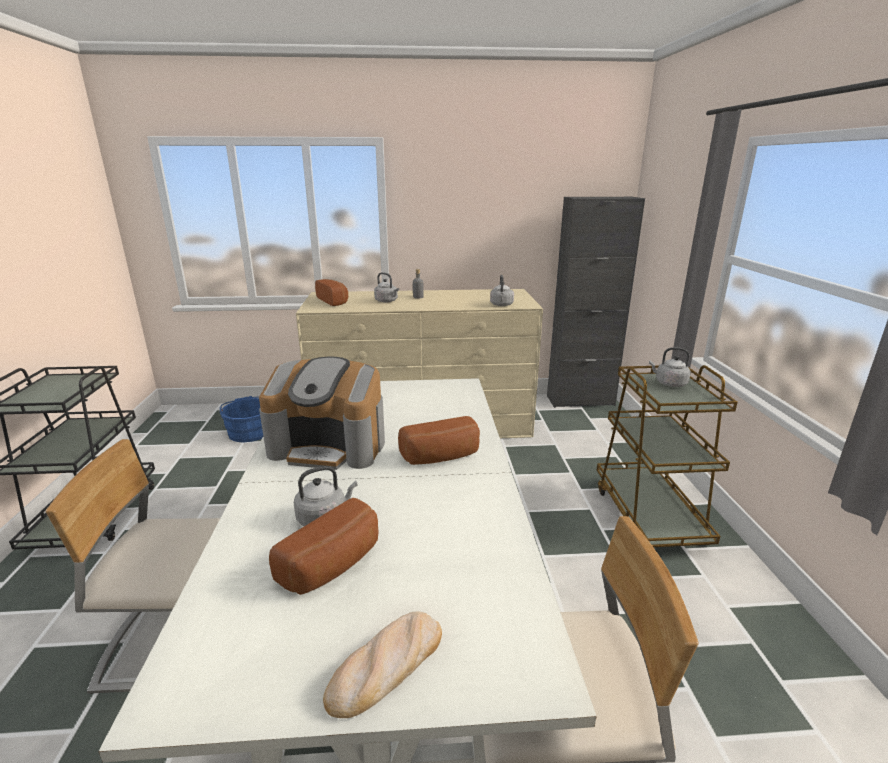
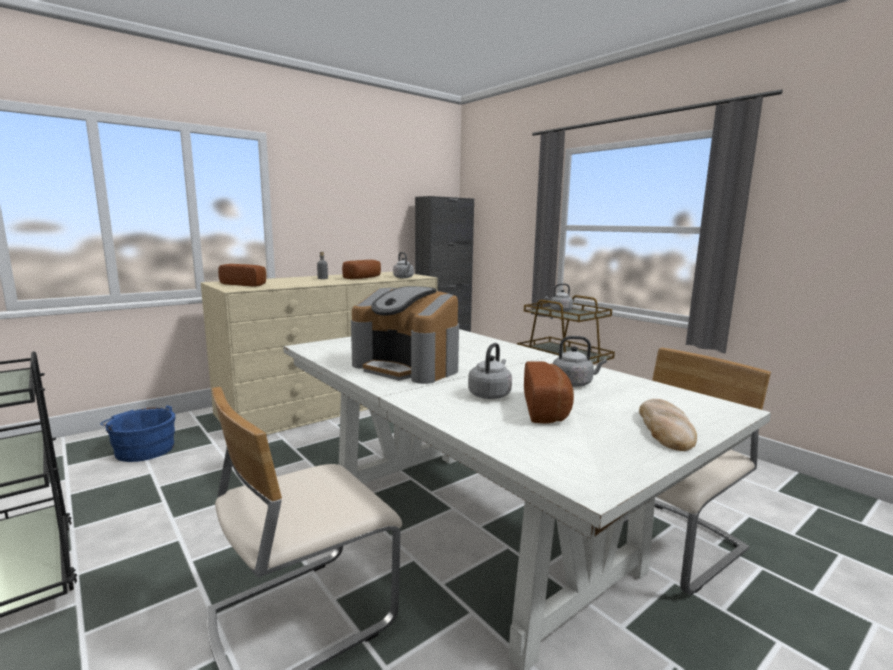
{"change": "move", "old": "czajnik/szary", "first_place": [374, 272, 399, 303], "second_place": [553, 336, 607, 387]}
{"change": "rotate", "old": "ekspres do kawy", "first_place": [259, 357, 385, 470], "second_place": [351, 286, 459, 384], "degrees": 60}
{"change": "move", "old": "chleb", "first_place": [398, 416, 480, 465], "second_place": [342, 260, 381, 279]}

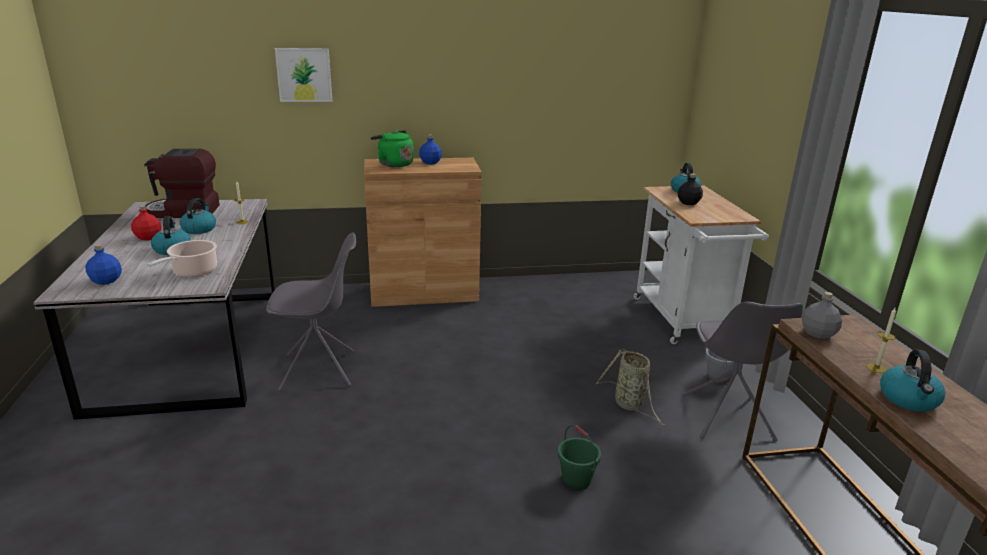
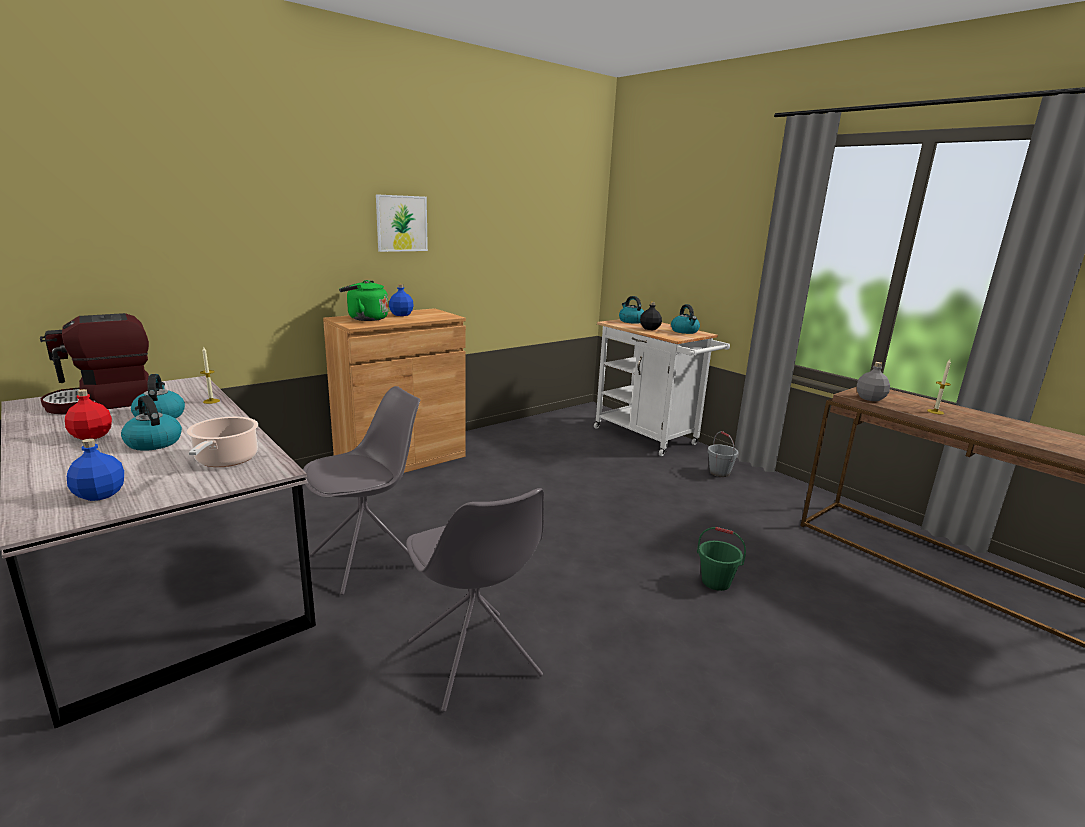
{"change": "move", "old": "obraz", "first_place": [275, 48, 332, 102], "second_place": [376, 194, 428, 252]}
{"change": "move", "old": "krzesło/szary", "first_place": [682, 301, 803, 441], "second_place": [406, 488, 544, 712]}
{"change": "delete", "old": "koszyk", "first_place": [595, 349, 664, 425]}
{"change": "move", "old": "czajnik", "first_place": [880, 349, 945, 412], "second_place": [671, 304, 700, 334]}

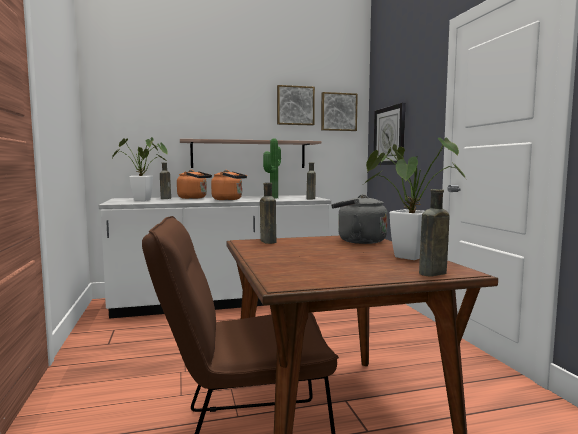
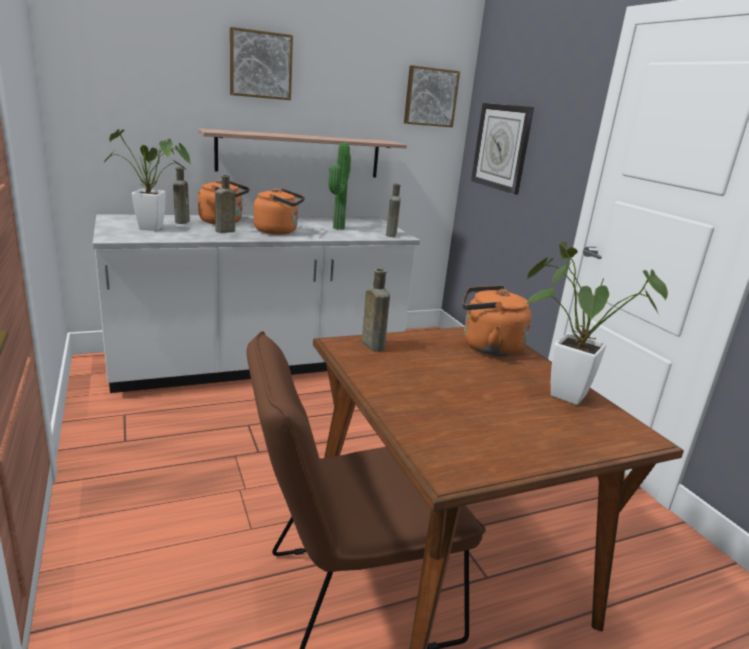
{"change": "move", "old": "obraz", "first_place": [277, 85, 315, 126], "second_place": [230, 27, 293, 100]}
{"change": "move", "old": "butelka/brązowy", "first_place": [419, 189, 449, 277], "second_place": [215, 175, 236, 233]}
{"change": "recolor", "old": "czajnik/szary", "new": "czajnik/pomarańczowy", "first_place": [331, 194, 388, 244], "second_place": [463, 285, 532, 356]}

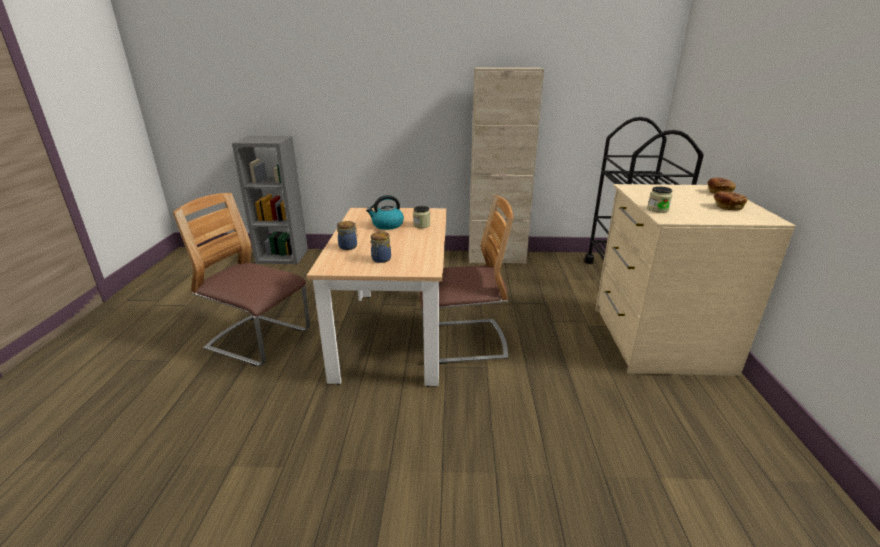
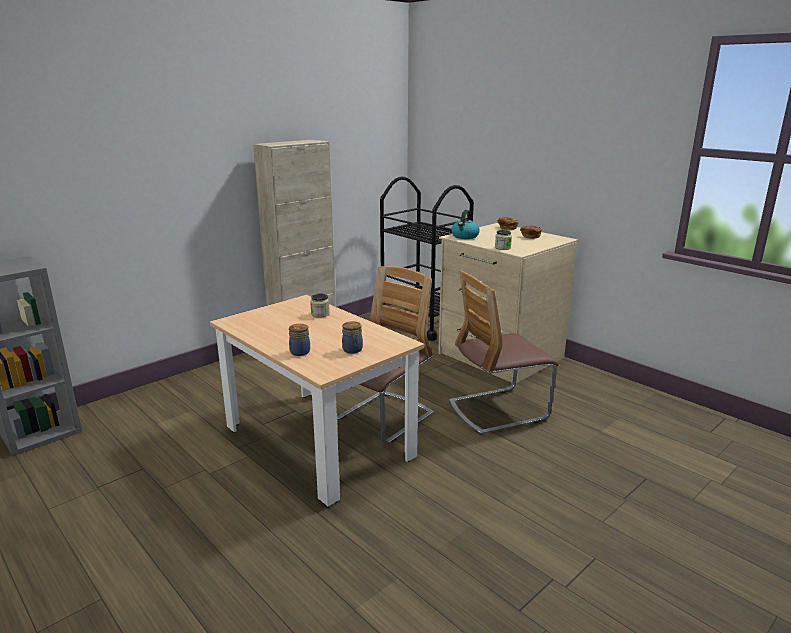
{"change": "move", "old": "krzesło", "first_place": [173, 193, 310, 366], "second_place": [449, 270, 559, 435]}
{"change": "move", "old": "czajnik", "first_place": [366, 195, 404, 230], "second_place": [451, 210, 480, 239]}

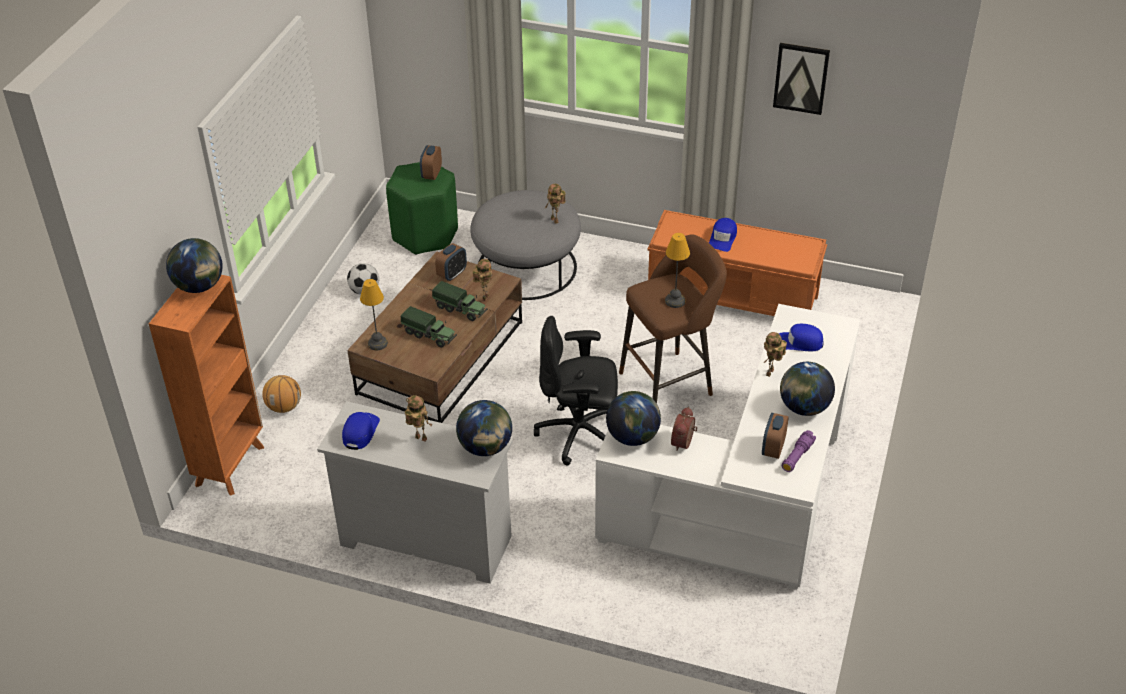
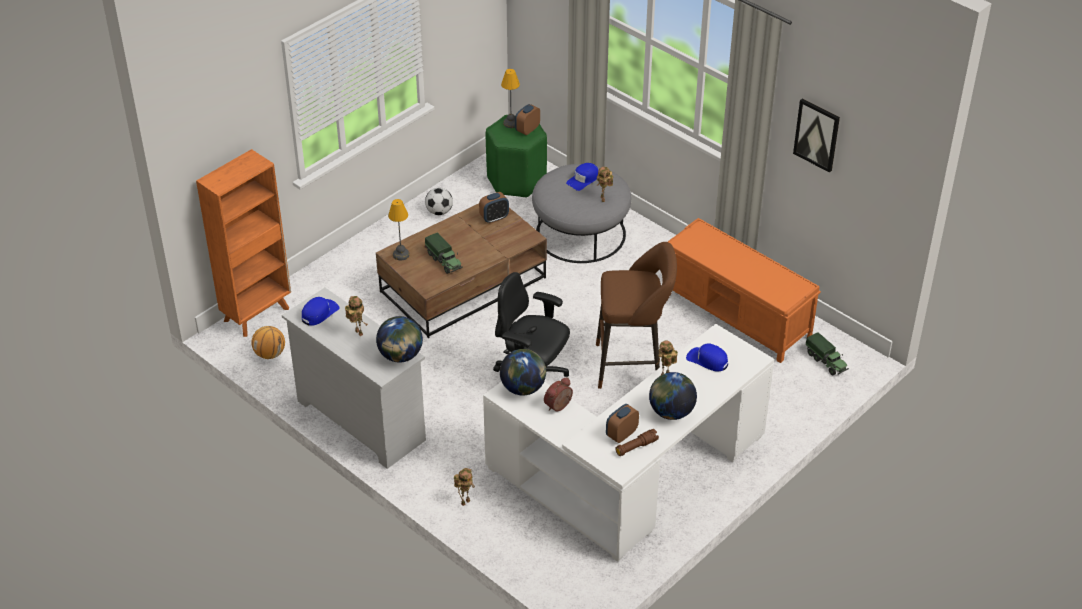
{"change": "move", "old": "czapka z daszkiem/niebieski", "first_place": [709, 218, 737, 252], "second_place": [566, 163, 598, 191]}
{"change": "move", "old": "lampa stołowa", "first_place": [665, 233, 690, 308], "second_place": [501, 69, 520, 128]}
{"change": "delete", "old": "globus", "first_place": [166, 238, 223, 293]}
{"change": "move", "old": "robot zabawkowy", "first_place": [472, 259, 492, 302], "second_place": [454, 468, 475, 506]}
{"change": "move", "old": "ciężarówka zabawkowa", "first_place": [432, 281, 488, 321], "second_place": [806, 332, 849, 375]}
{"change": "move", "old": "piłka do koszykówki", "first_place": [262, 375, 301, 413], "second_place": [251, 326, 285, 359]}
{"change": "recolor", "old": "latarka/fioletowy", "new": "latarka/brązowy", "first_place": [781, 430, 816, 472], "second_place": [615, 429, 659, 456]}

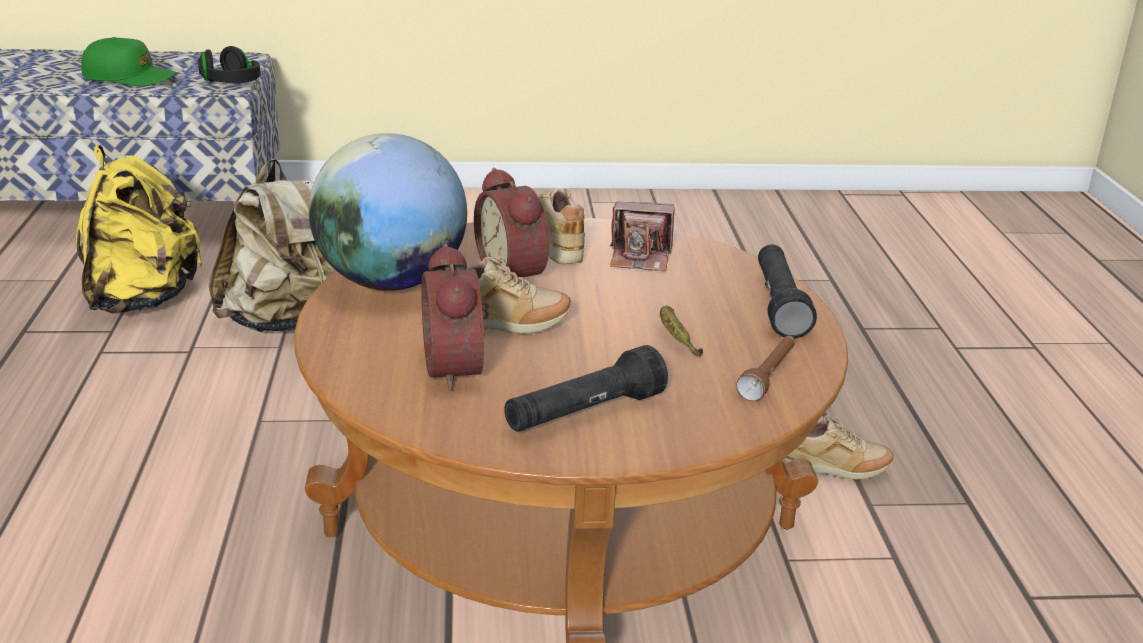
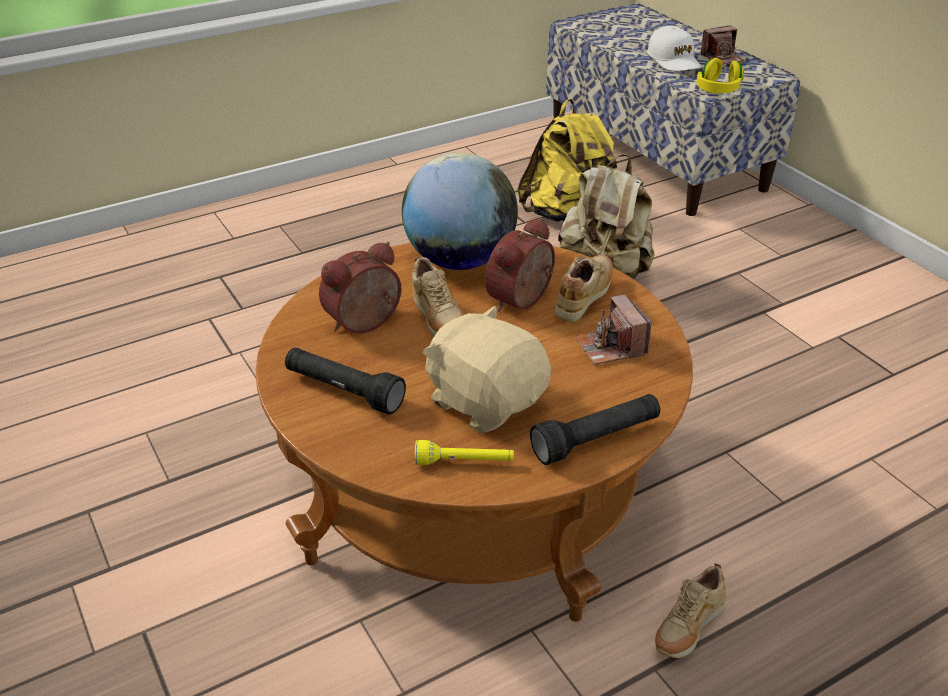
{"change": "recolor", "old": "czapka z daszkiem/zielony", "new": "czapka z daszkiem/biały", "first_place": [81, 37, 177, 86], "second_place": [647, 26, 701, 71]}
{"change": "recolor", "old": "słuchawki/czarny", "new": "słuchawki/żółty", "first_place": [198, 46, 261, 83], "second_place": [696, 58, 744, 94]}
{"change": "replace", "old": "banan", "new": "pluszak/beżowy", "first_place": [660, 306, 703, 357], "second_place": [422, 306, 551, 434]}
{"change": "recolor", "old": "latarka/brązowy", "new": "latarka/żółty", "first_place": [736, 335, 795, 401], "second_place": [415, 440, 514, 465]}
{"change": "rotate", "old": "but/beżowy", "first_place": [782, 415, 894, 480], "second_place": [655, 563, 726, 658], "degrees": 60}
{"change": "insert", "new": "aparat fotograficzny", "second_place": [701, 25, 744, 64]}

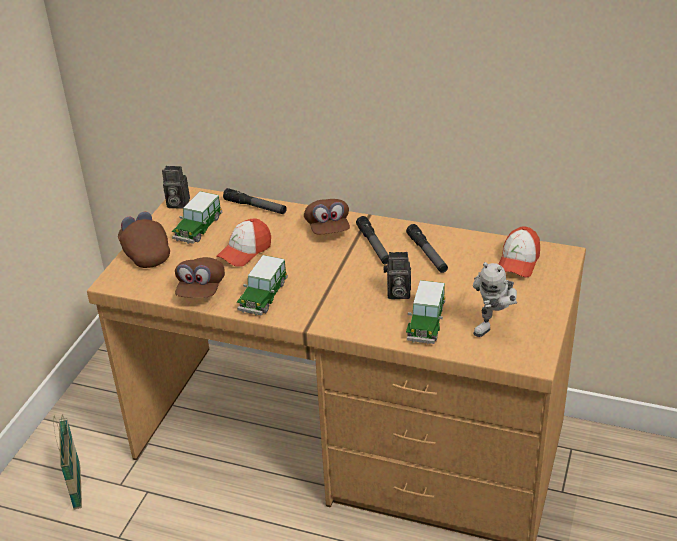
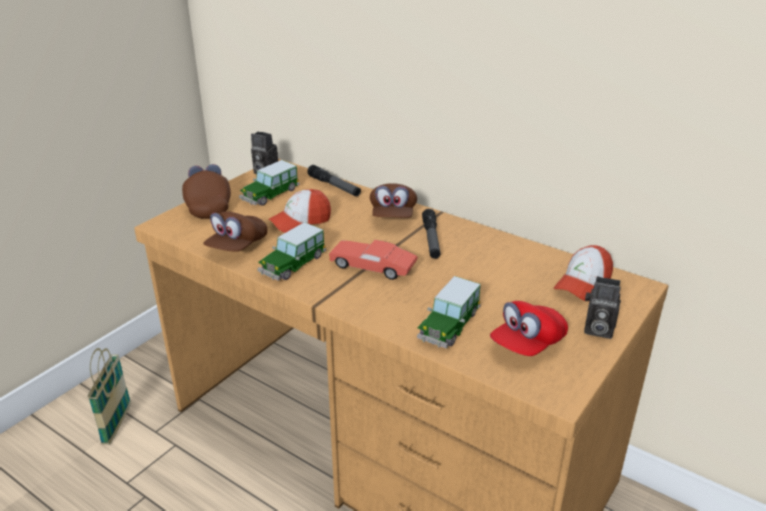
{"change": "delete", "old": "latarka", "first_place": [406, 224, 448, 273]}
{"change": "move", "old": "aparat fotograficzny", "first_place": [383, 252, 411, 299], "second_place": [584, 276, 621, 339]}
{"change": "replace", "old": "robot zabawkowy", "new": "czapka z daszkiem/czerwony", "first_place": [473, 262, 517, 337], "second_place": [490, 301, 568, 356]}
{"change": "insert", "new": "samochodzik/czerwony", "second_place": [329, 240, 418, 280]}

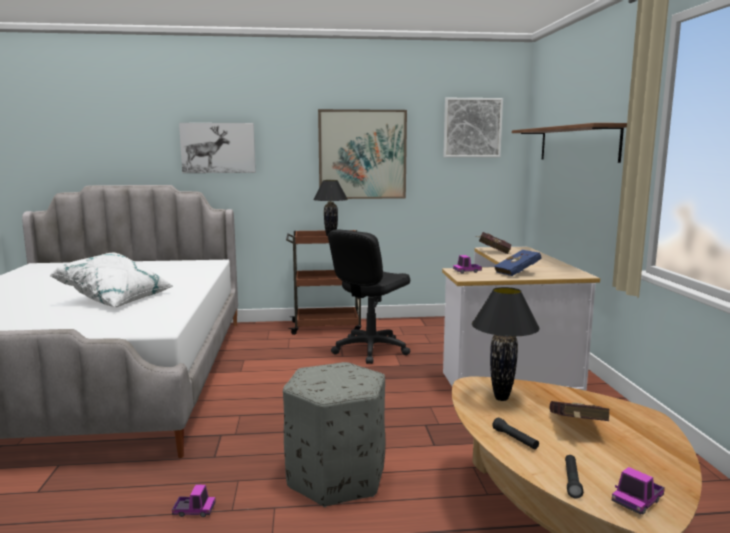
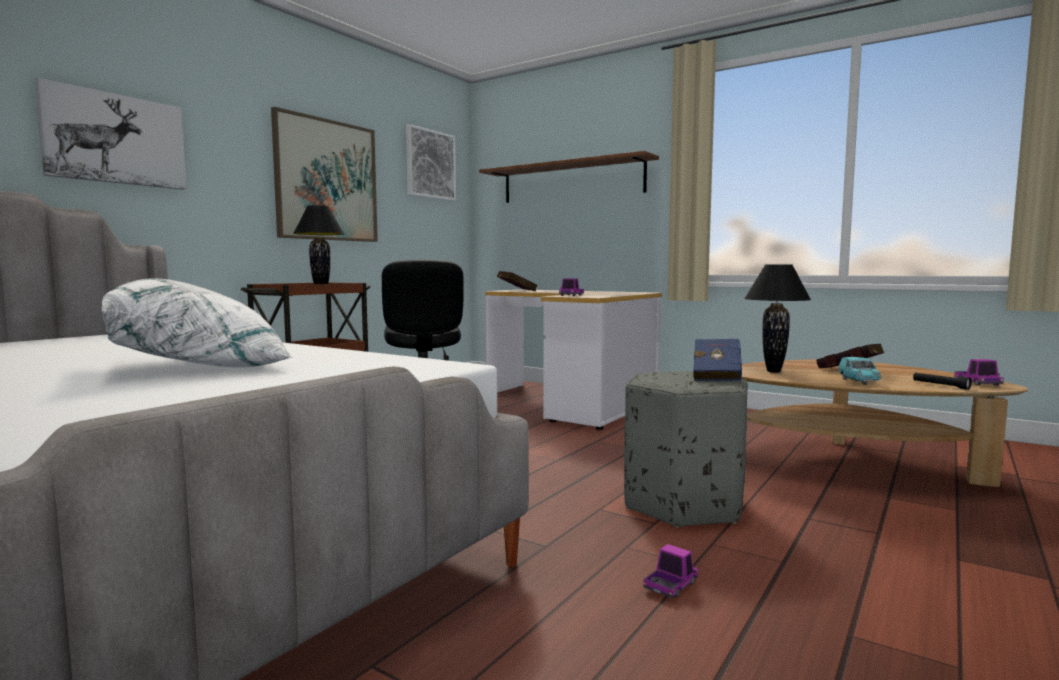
{"change": "move", "old": "książka/niebieski", "first_place": [494, 250, 542, 276], "second_place": [693, 339, 742, 381]}
{"change": "replace", "old": "latarka/czarny", "new": "samochodzik/turkusowy", "first_place": [493, 417, 539, 450], "second_place": [839, 357, 881, 385]}

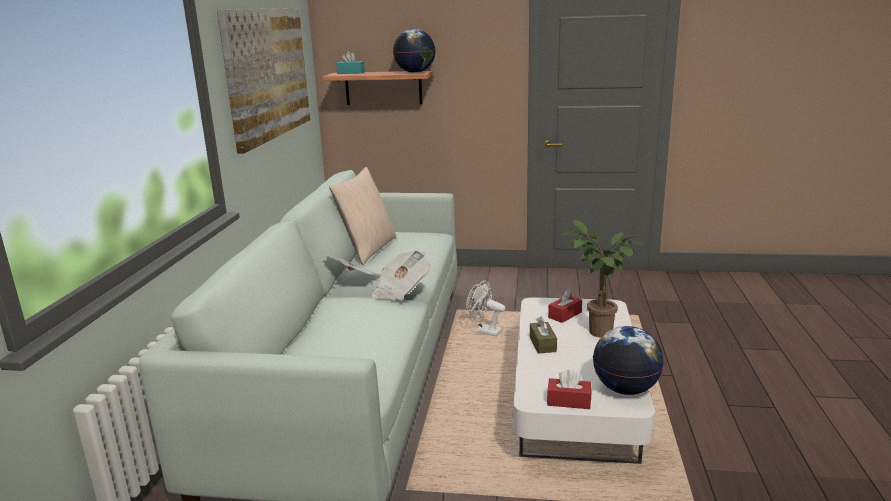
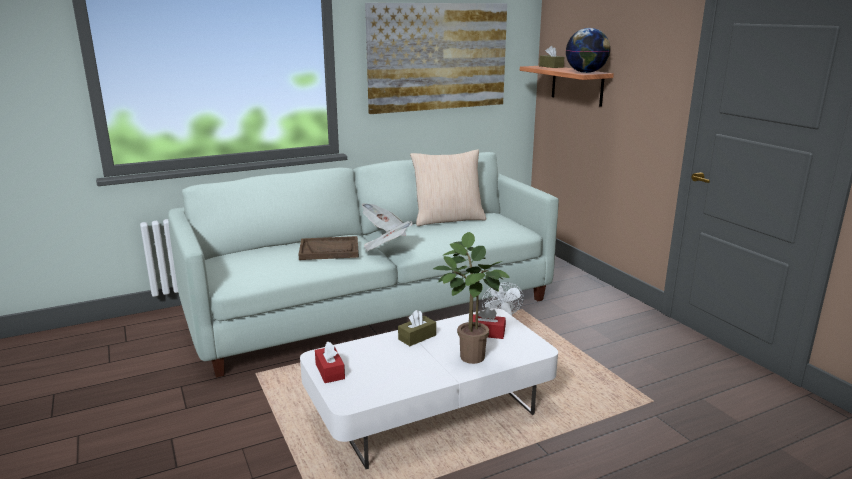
{"change": "recolor", "old": "pudełko chusteczek/turkusowy", "new": "pudełko chusteczek/brązowy", "first_place": [336, 51, 365, 74], "second_place": [539, 46, 564, 68]}
{"change": "delete", "old": "globus", "first_place": [593, 326, 664, 395]}
{"change": "insert", "new": "taca/brązowy", "second_place": [298, 236, 359, 260]}

